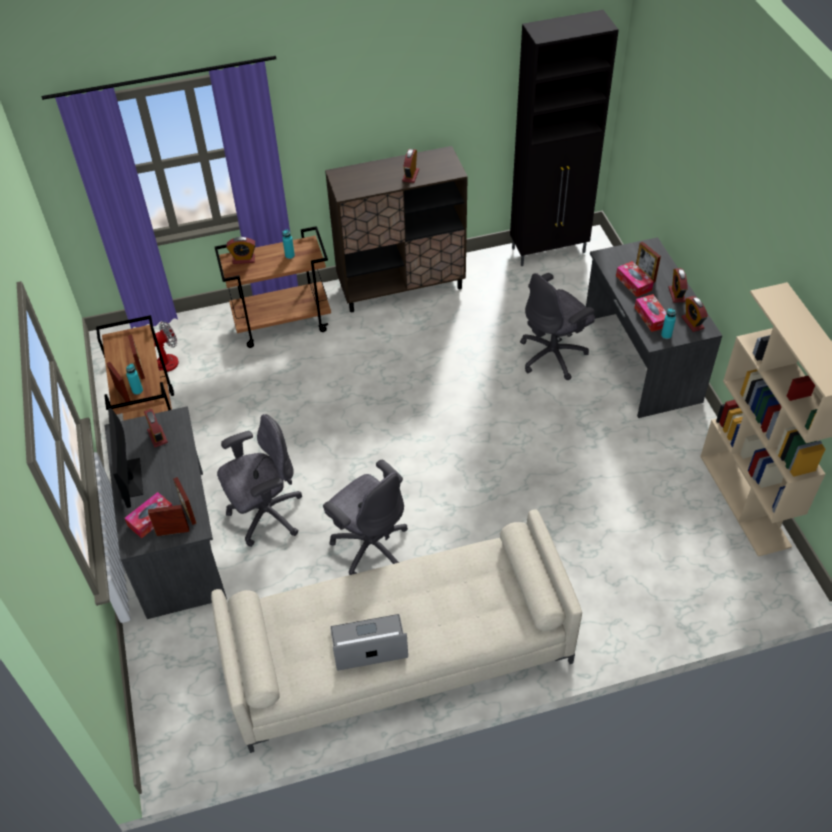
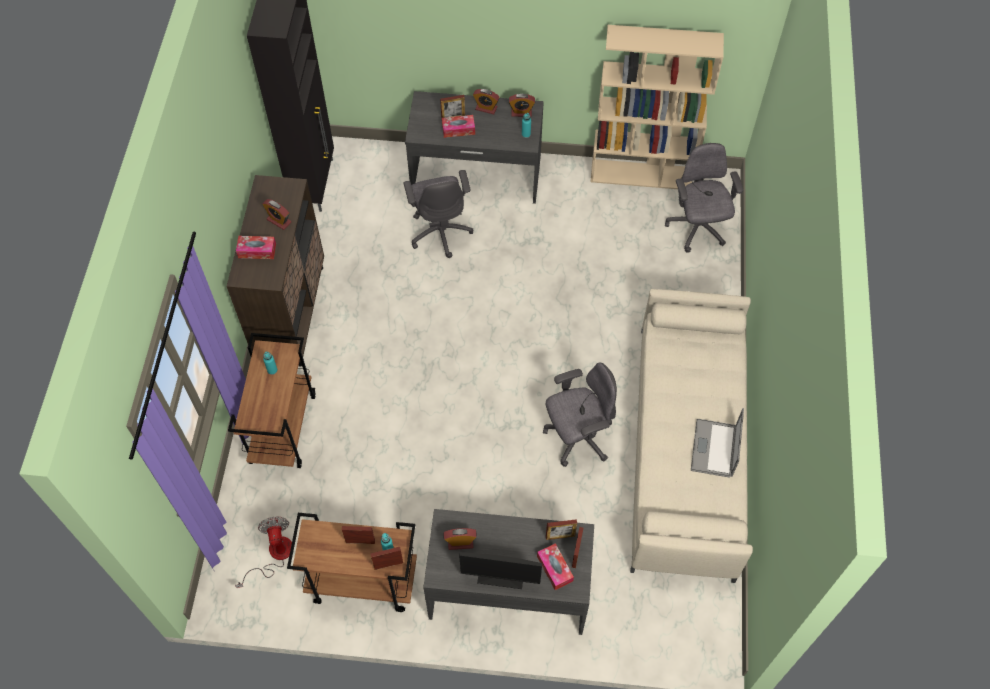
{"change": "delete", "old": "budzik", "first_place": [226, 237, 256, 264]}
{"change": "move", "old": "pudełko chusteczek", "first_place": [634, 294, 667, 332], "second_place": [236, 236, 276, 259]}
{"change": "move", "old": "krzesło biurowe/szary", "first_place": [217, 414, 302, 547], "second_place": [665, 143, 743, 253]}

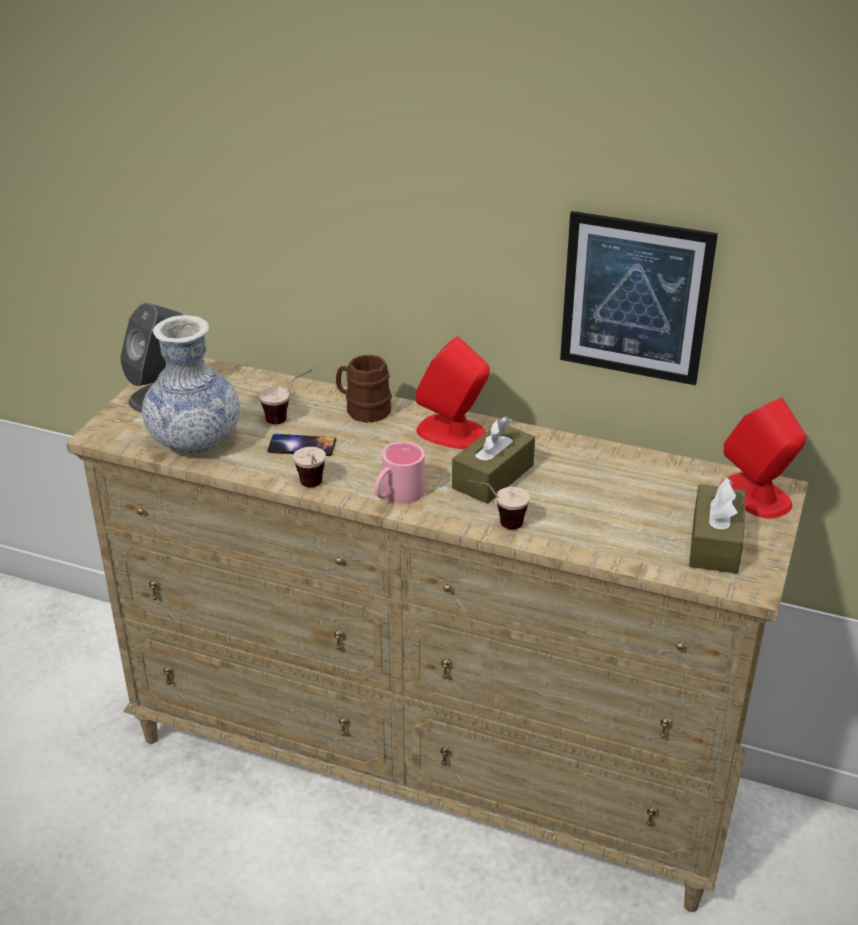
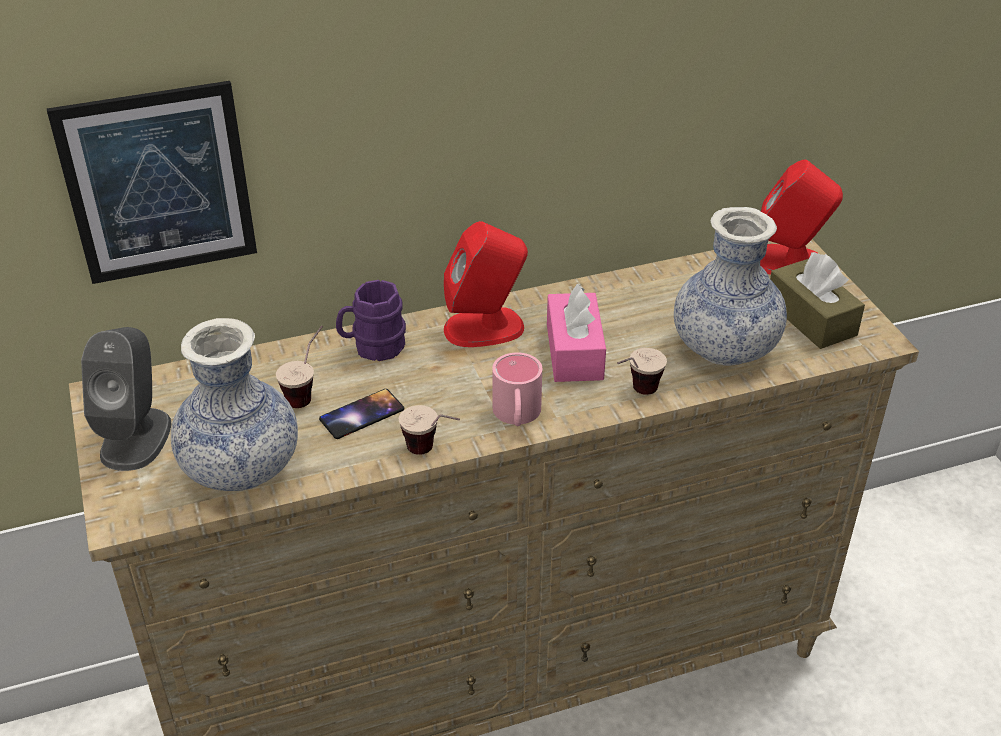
{"change": "move", "old": "obraz", "first_place": [560, 211, 718, 385], "second_place": [47, 81, 257, 284]}
{"change": "recolor", "old": "kubek/brązowy", "new": "kubek/fioletowy", "first_place": [336, 355, 392, 423], "second_place": [336, 280, 406, 361]}
{"change": "recolor", "old": "pudełko chusteczek/brązowy", "new": "pudełko chusteczek/różowy", "first_place": [452, 416, 535, 504], "second_place": [547, 284, 606, 382]}
{"change": "insert", "new": "wazon", "second_place": [674, 207, 787, 366]}

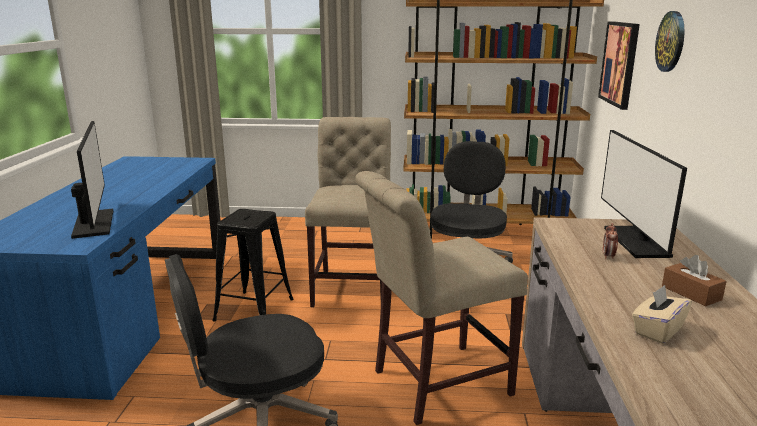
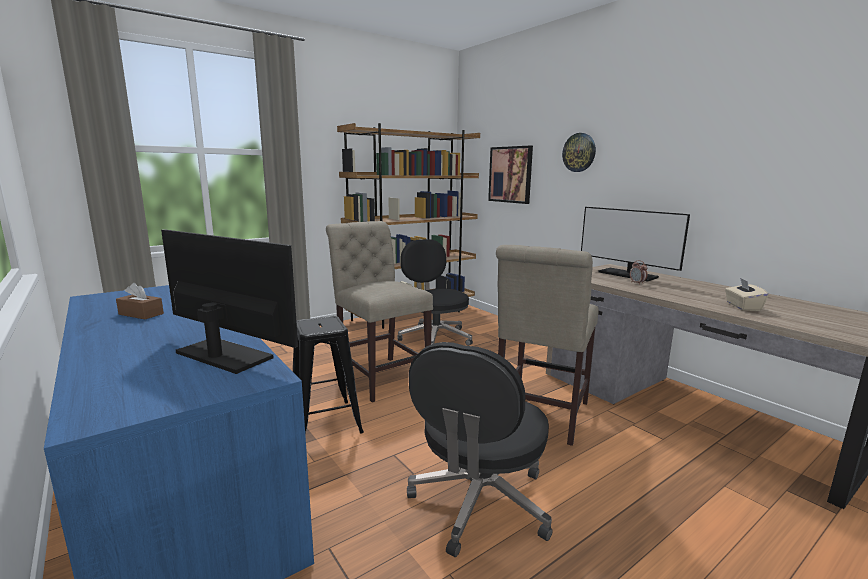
{"change": "move", "old": "pudełko chusteczek/brązowy", "first_place": [662, 255, 727, 306], "second_place": [116, 283, 164, 319]}

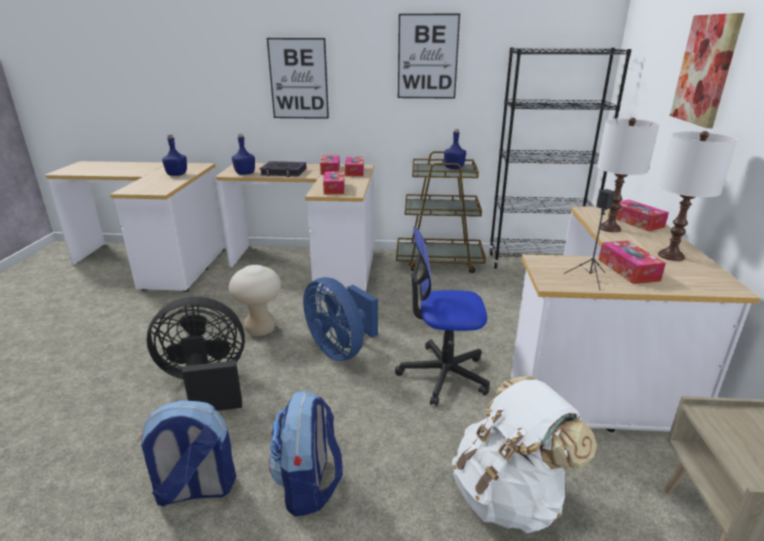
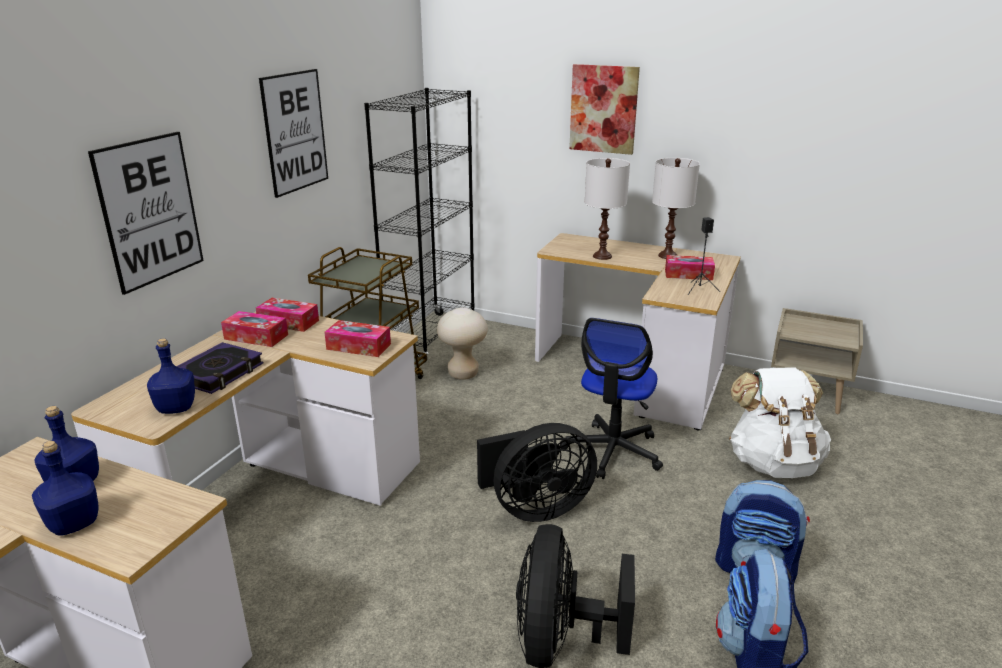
{"change": "move", "old": "butelka/niebieski", "first_place": [444, 129, 466, 169], "second_place": [32, 441, 99, 536]}
{"change": "delete", "old": "pudełko chusteczek", "first_place": [615, 200, 669, 231]}
{"change": "move", "old": "stołek/beżowy", "first_place": [229, 265, 281, 336], "second_place": [437, 308, 488, 380]}
{"change": "recolor", "old": "wentylator/niebieski", "new": "wentylator/czarny", "first_place": [303, 277, 378, 361], "second_place": [477, 423, 597, 522]}

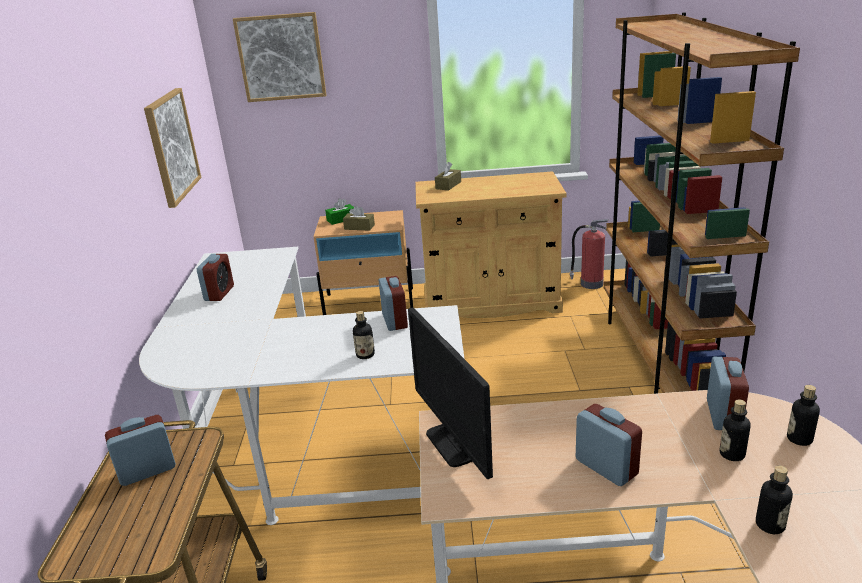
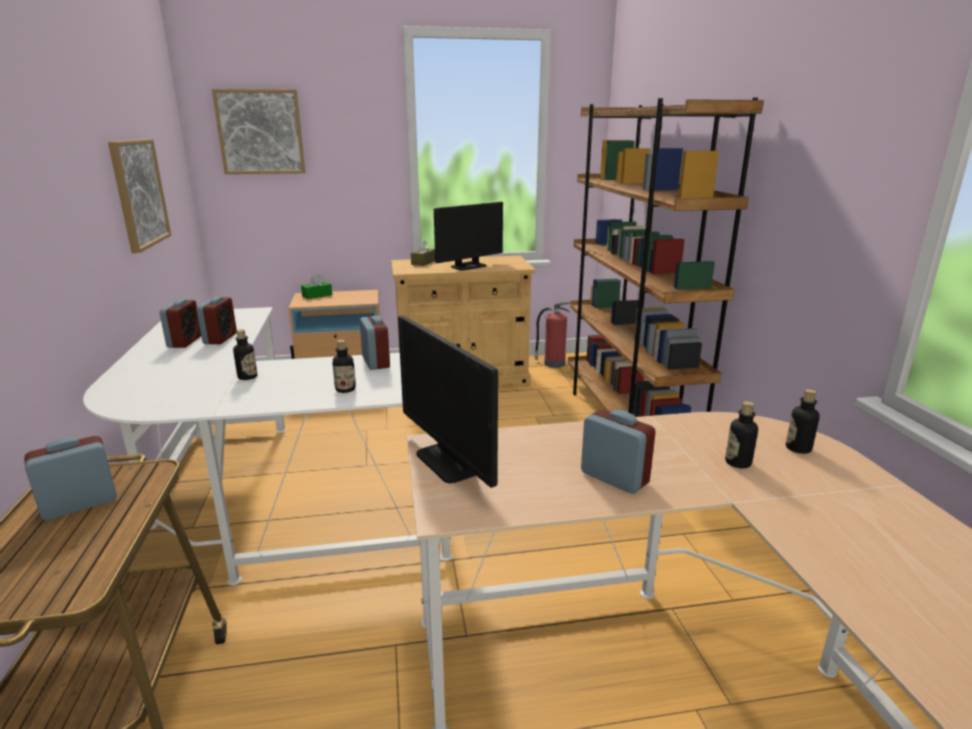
{"change": "delete", "old": "pudełko chusteczek/brązowy", "first_place": [343, 205, 375, 231]}
{"change": "move", "old": "budzik", "first_place": [707, 357, 749, 430], "second_place": [197, 297, 237, 344]}
{"change": "move", "old": "butelka", "first_place": [756, 465, 793, 534], "second_place": [233, 329, 257, 380]}
{"change": "insert", "new": "monitor", "second_place": [434, 202, 503, 271]}

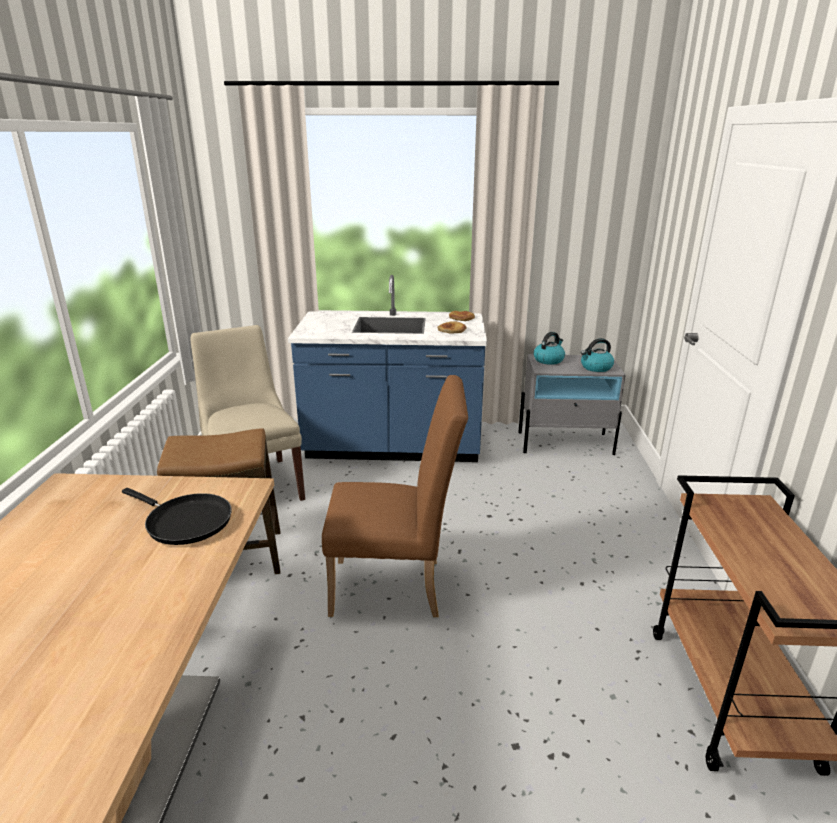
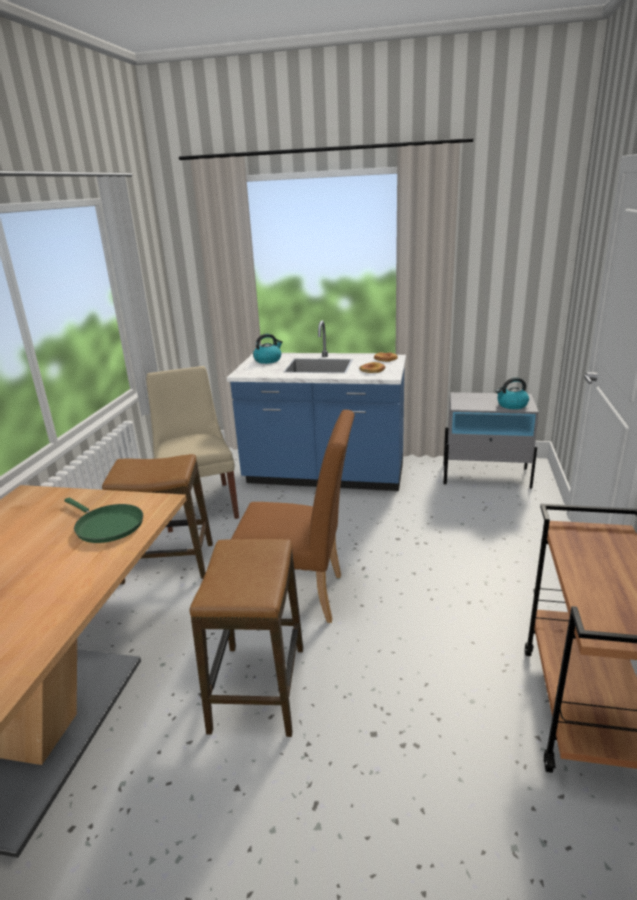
{"change": "move", "old": "czajnik", "first_place": [534, 332, 565, 365], "second_place": [253, 334, 283, 364]}
{"change": "recolor", "old": "patelnia/czarny", "new": "patelnia/zielony", "first_place": [122, 488, 232, 545], "second_place": [64, 498, 143, 543]}
{"change": "insert", "new": "stołek", "second_place": [190, 539, 303, 737]}

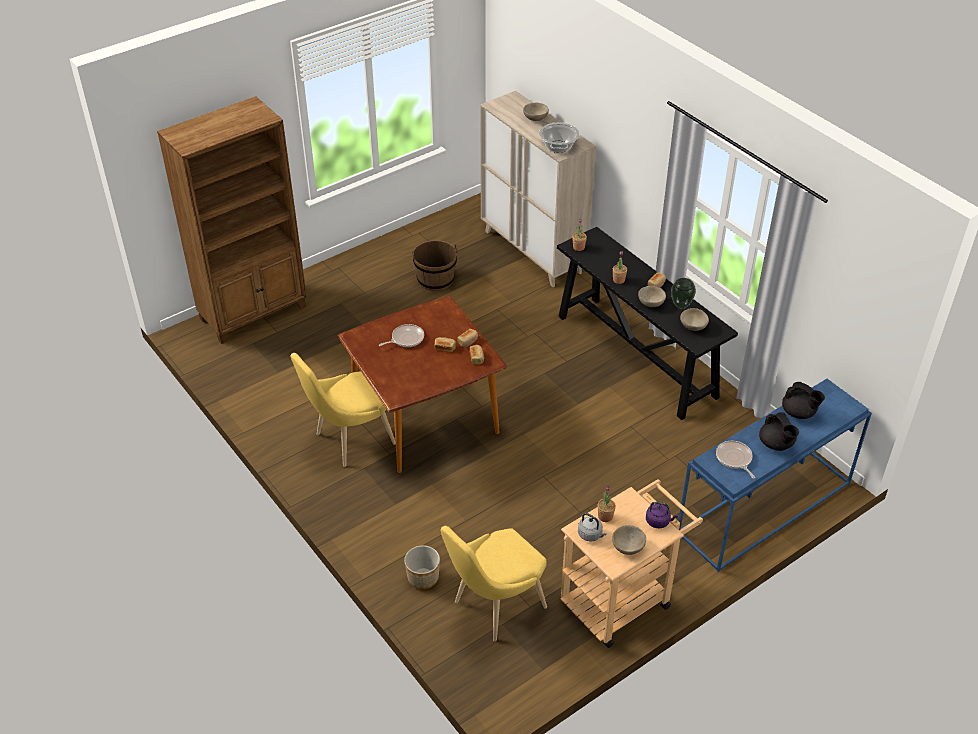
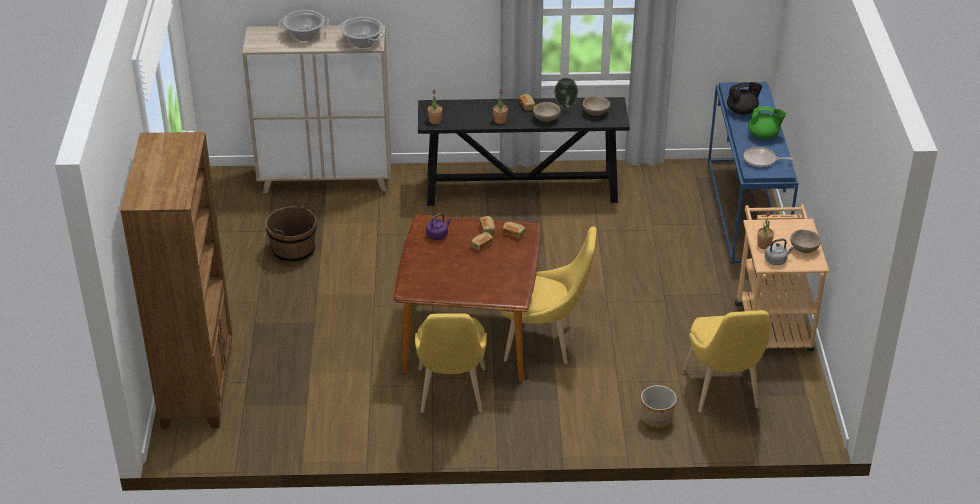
{"change": "replace", "old": "miska/beżowy", "new": "garnek", "first_place": [523, 103, 549, 121], "second_place": [279, 10, 329, 41]}
{"change": "delete", "old": "patelnia", "first_place": [379, 324, 424, 347]}
{"change": "recolor", "old": "imbryk/czarny", "new": "imbryk/zielony", "first_place": [759, 412, 799, 451], "second_place": [748, 106, 786, 139]}
{"change": "move", "old": "czajnik/fioletowy", "first_place": [646, 502, 678, 528], "second_place": [426, 213, 452, 240]}
{"change": "insert", "new": "krzesło/żółty", "second_place": [500, 226, 597, 364]}

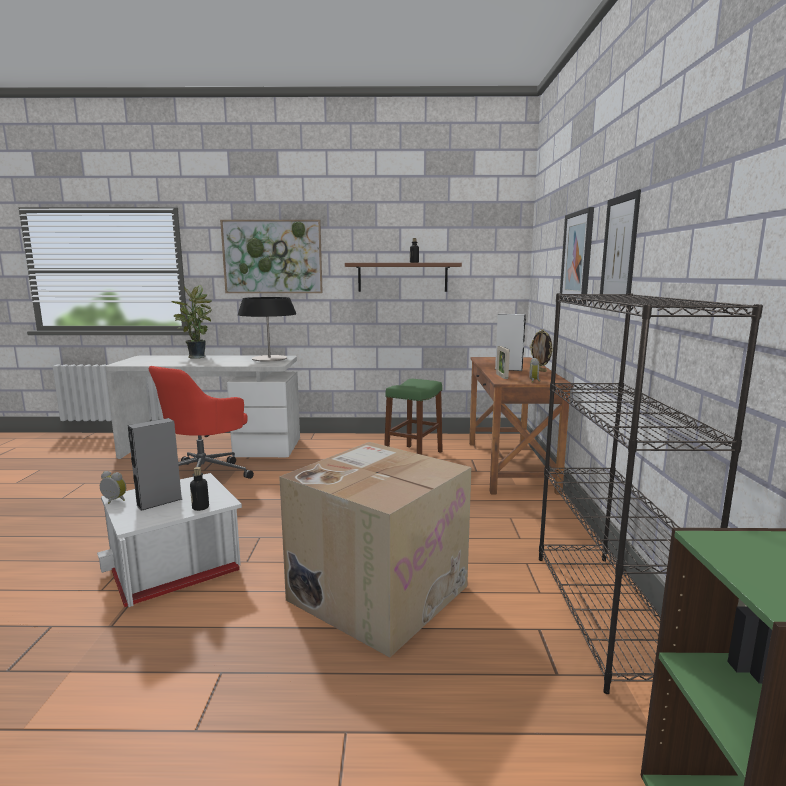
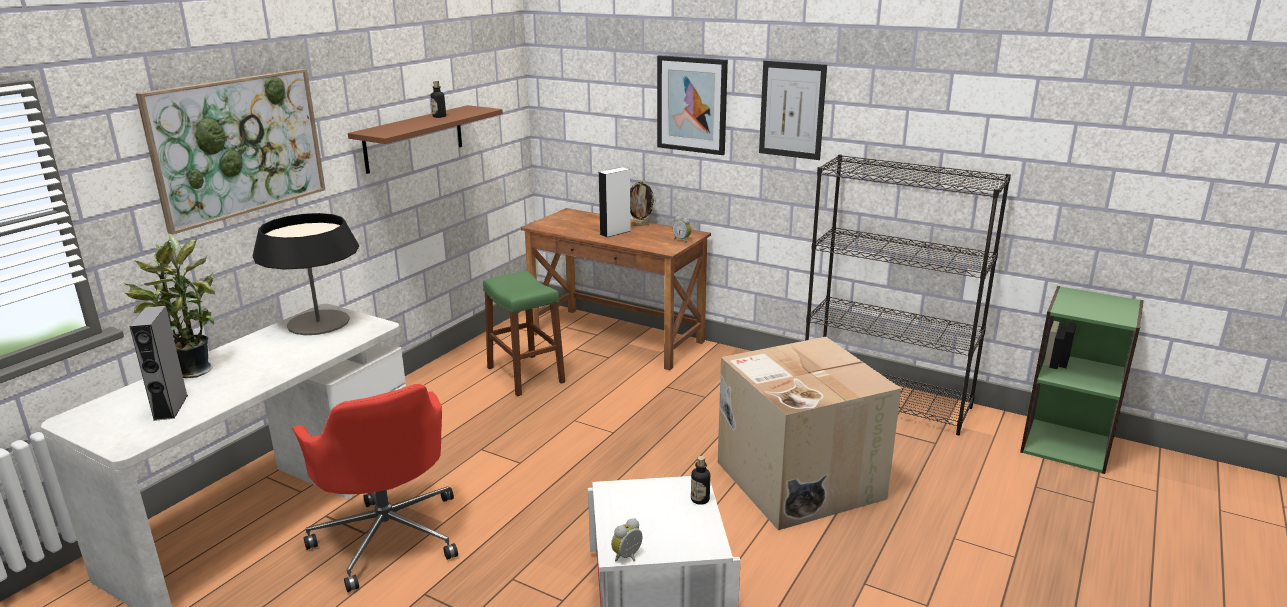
{"change": "delete", "old": "ramka na zdjęcie", "first_place": [496, 346, 510, 379]}
{"change": "move", "old": "głośnik/szary", "first_place": [128, 418, 182, 511], "second_place": [129, 306, 188, 421]}

